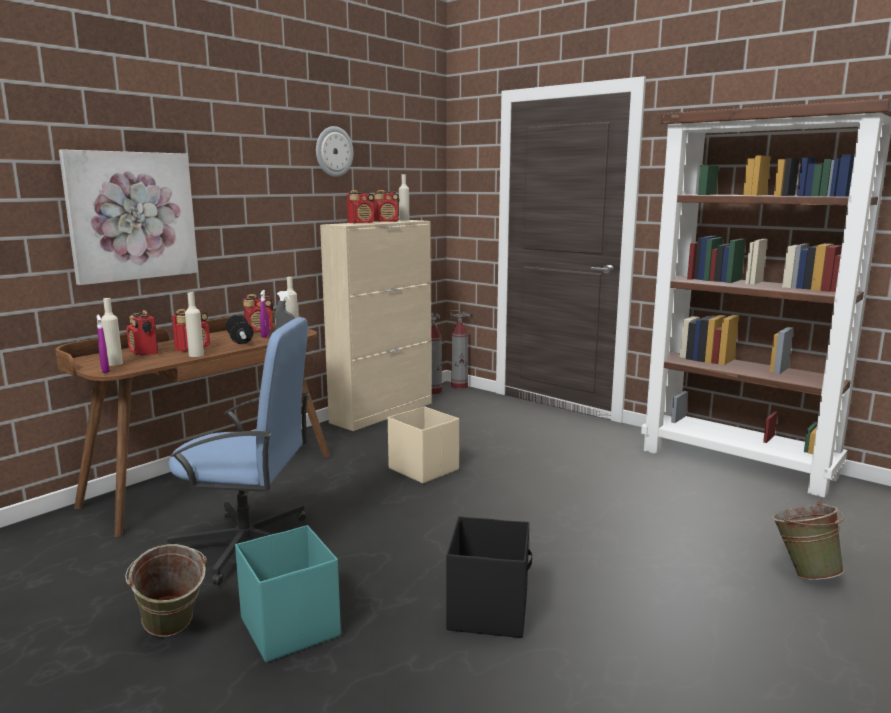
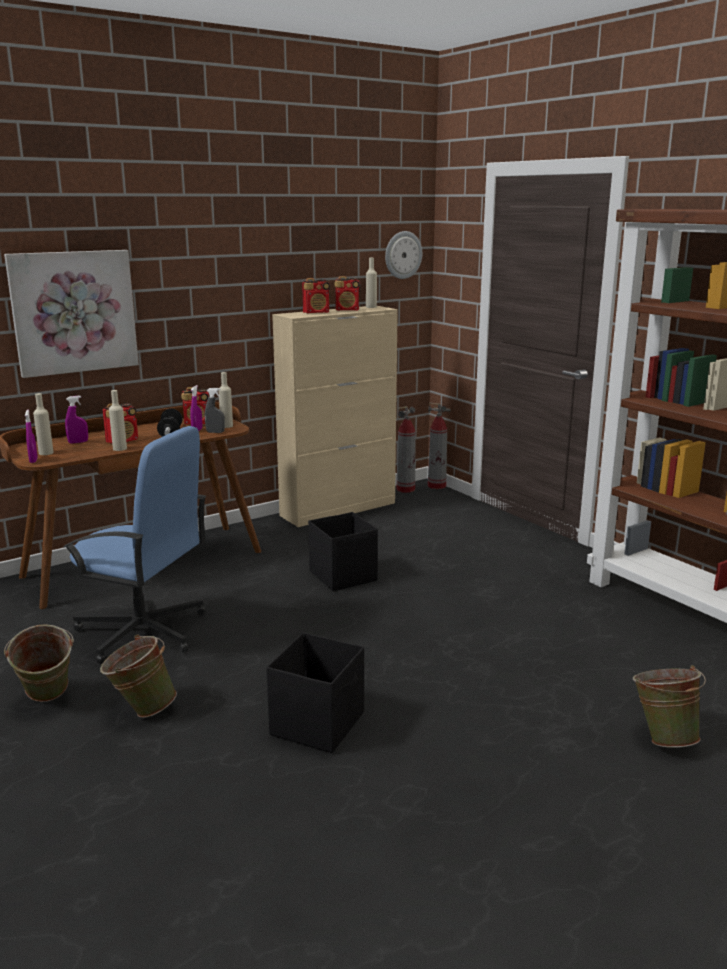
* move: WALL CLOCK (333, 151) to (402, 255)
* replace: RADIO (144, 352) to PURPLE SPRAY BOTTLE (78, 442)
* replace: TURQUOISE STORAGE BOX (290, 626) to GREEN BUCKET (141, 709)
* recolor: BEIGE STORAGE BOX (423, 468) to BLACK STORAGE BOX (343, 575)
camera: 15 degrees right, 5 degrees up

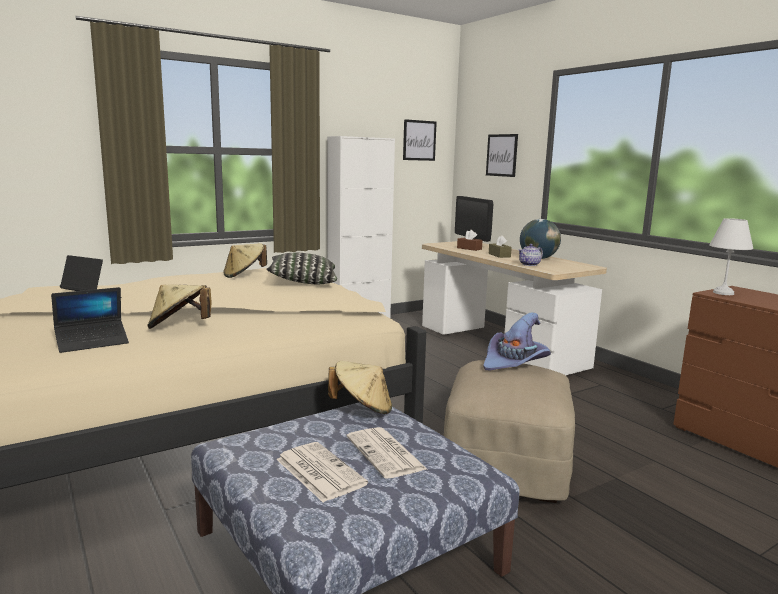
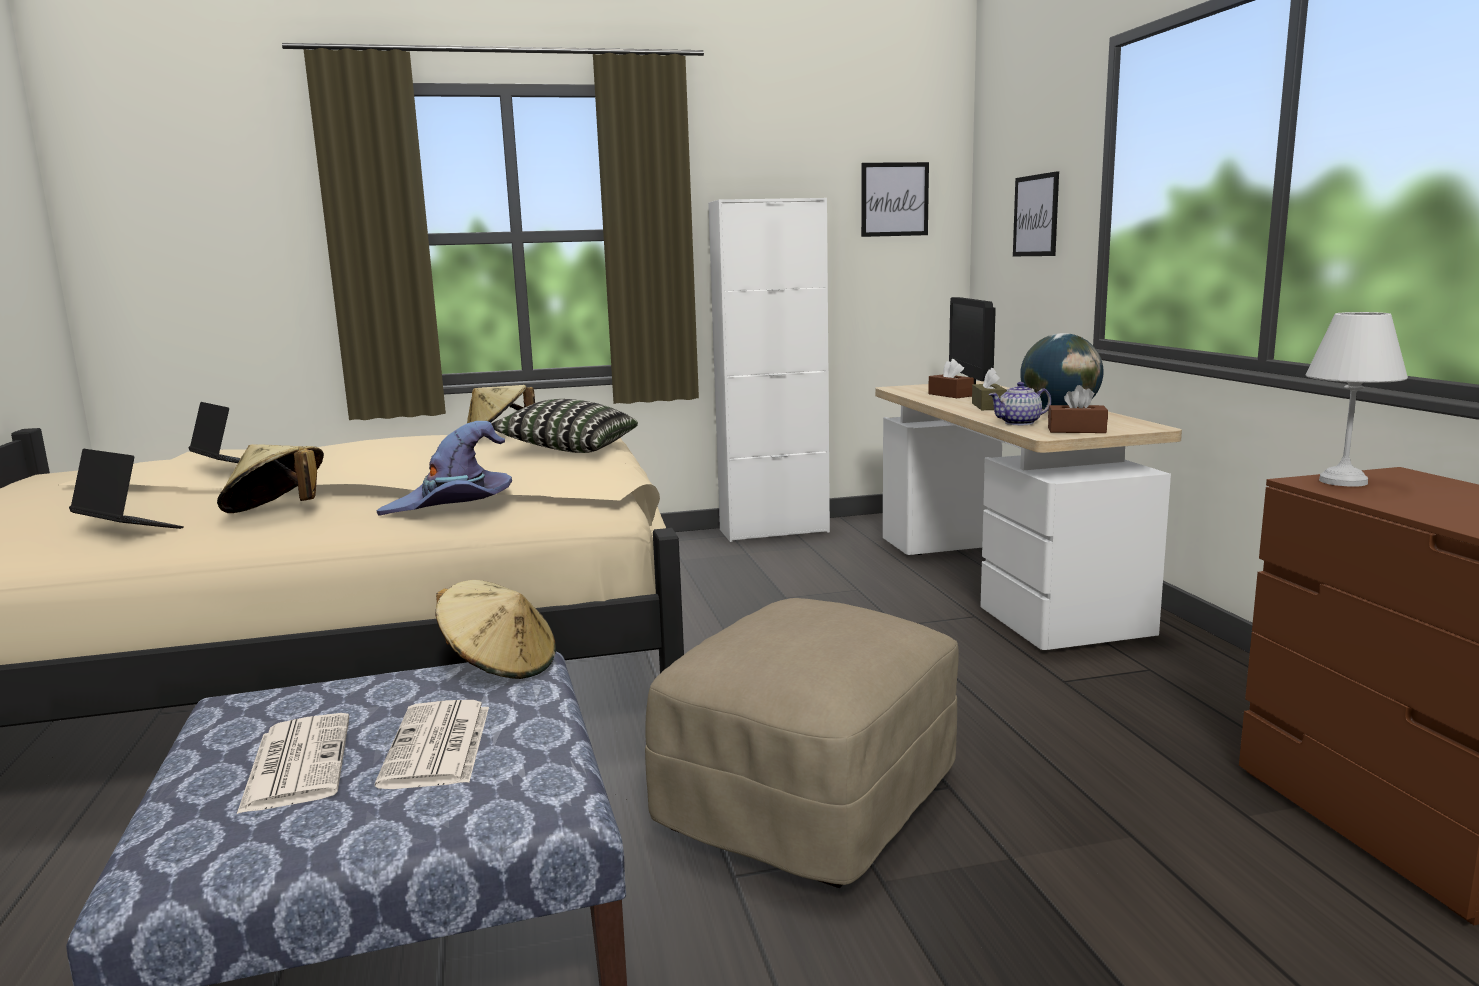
* insert: BROWN TISSUE BOX (1076, 430)
* move: PURPLE HAT (515, 362) to (453, 508)
* rotate: LAPTOP (92, 342) = (128, 530) 135 degrees counterclockwise
camera: 20 degrees right, 0 degrees up

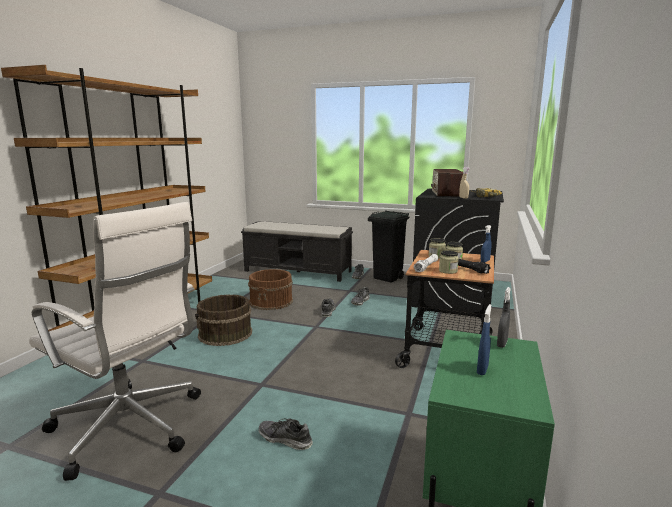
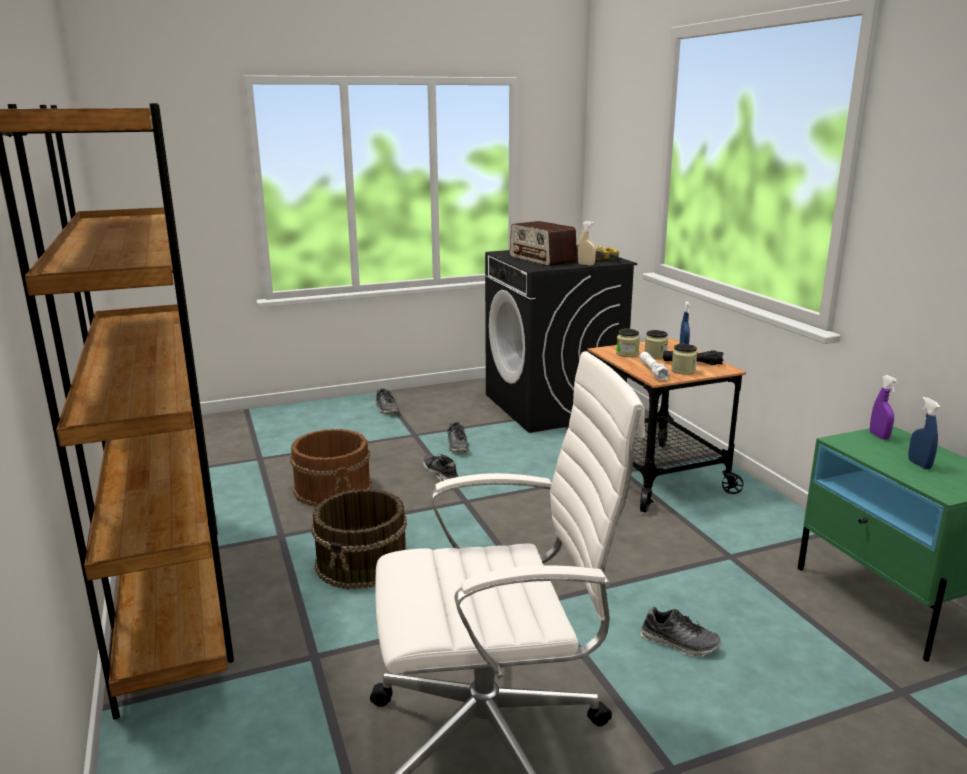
* delete: BLACK BENCH (298, 271)
* delete: BLACK TRASH CAN (388, 278)
* recolor: GREY SPRAY BOTTLE (502, 344) to PURPLE SPRAY BOTTLE (879, 436)
* rotate: SHOE (285, 439) = (679, 643) 135 degrees counterclockwise
camera: 40 degrees left, 5 degrees up

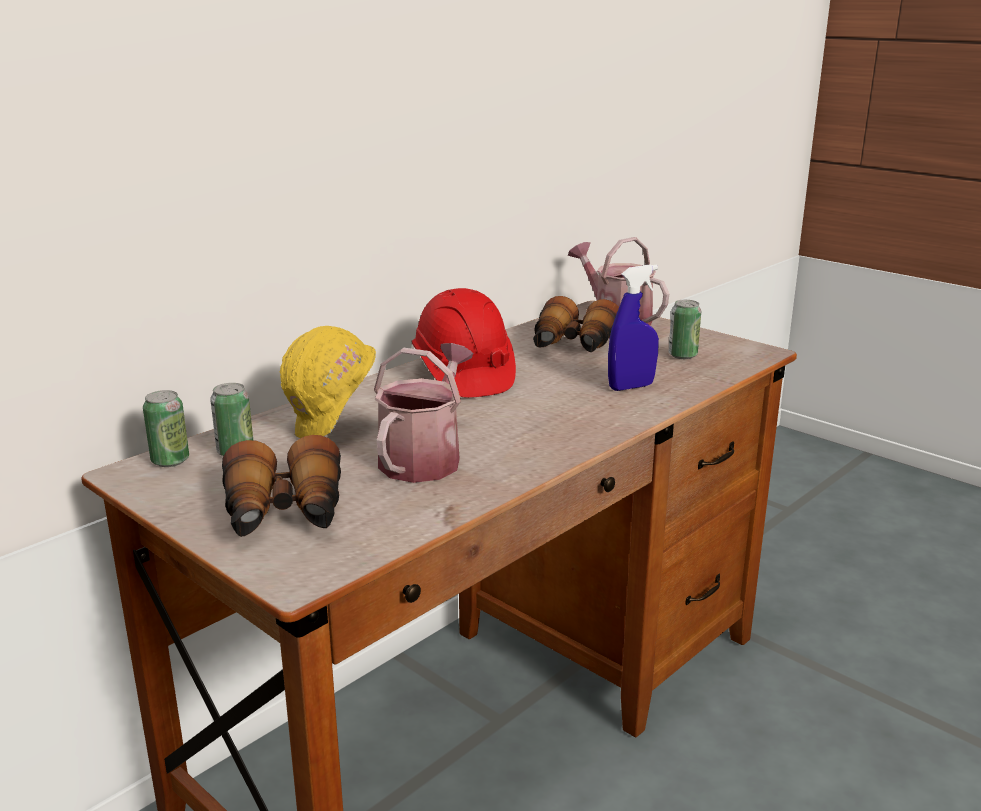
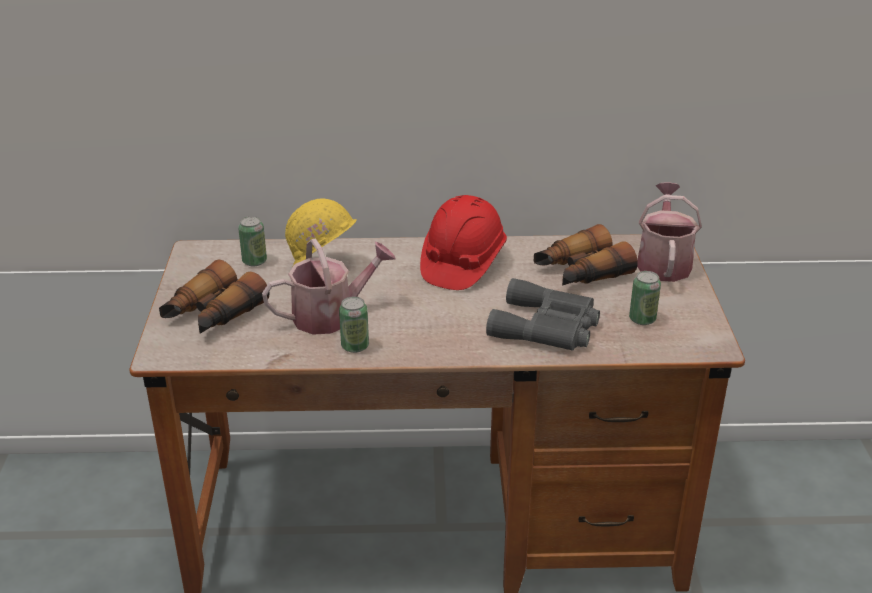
* move: CAN (170, 461) to (355, 346)
* replace: BLUE SPRAY BOTTLE (631, 387) to GREY BINOCULARS (547, 327)
camera: 45 degrees right, 10 degrees up

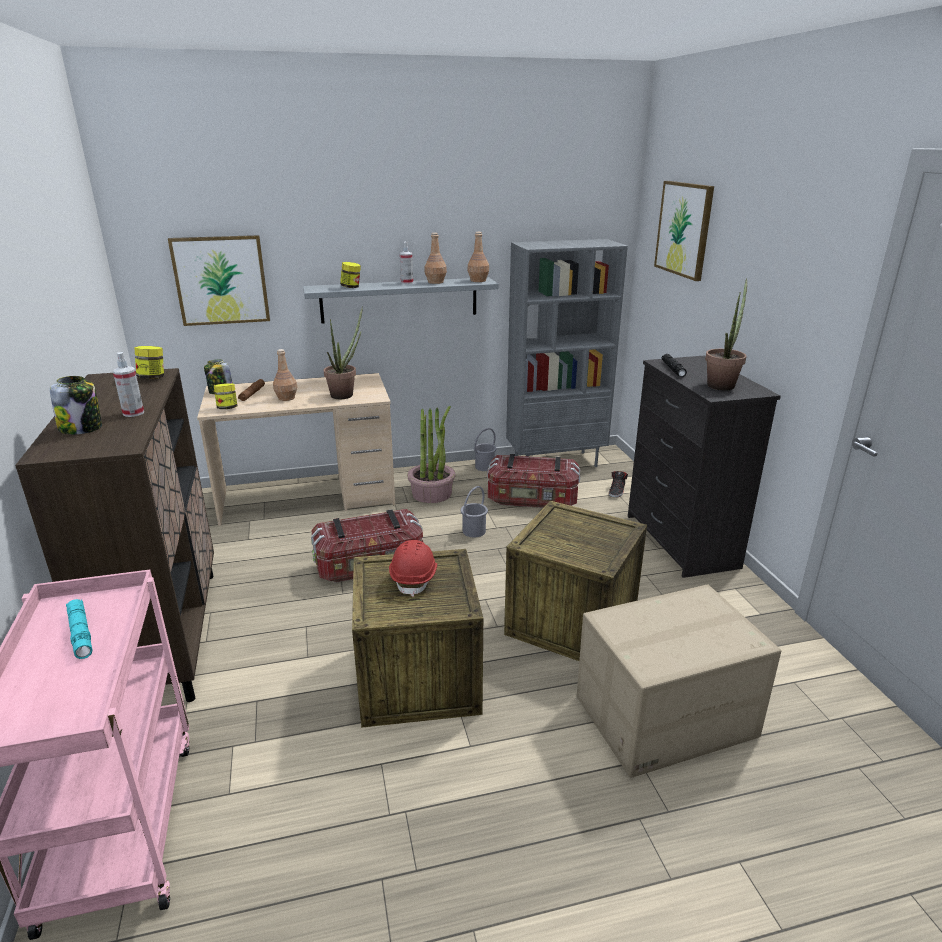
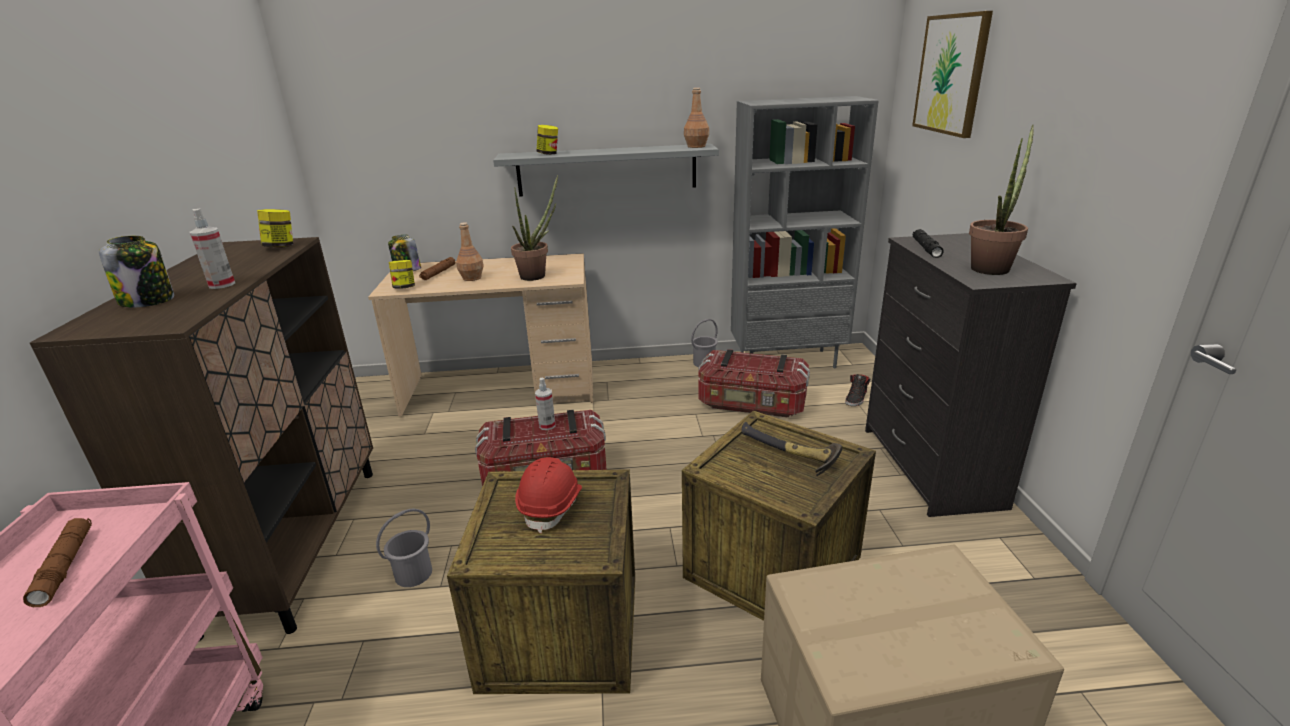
* delete: PICTURE (221, 280)
* delete: POTTED PLANT (432, 493)
* delete: BROWN BOTTLE (436, 282)
* insert: HAMMER (788, 455)
* move: SPRAY BOTTLE (407, 282) to (547, 425)
* move: GREY BUCKET (473, 531) to (413, 573)
* recolor: TURQUOISE FLASHLIGHT (80, 633) to BROWN FLASHLIGHT (64, 566)
camera: 10 degrees right, 0 degrees up

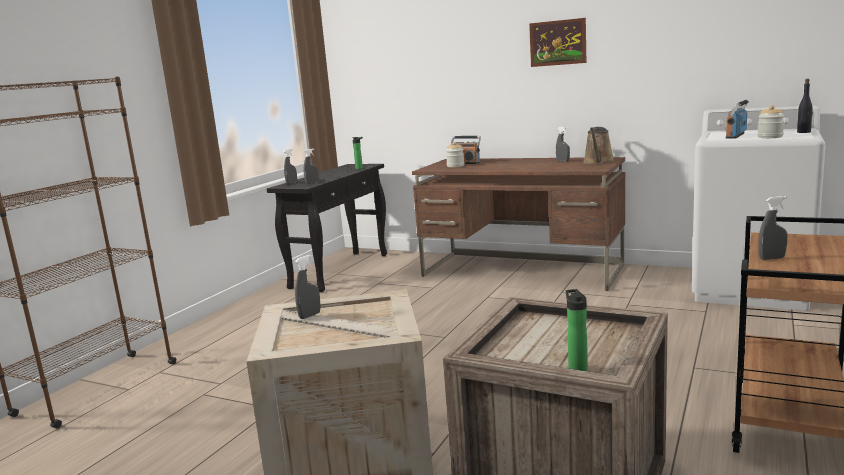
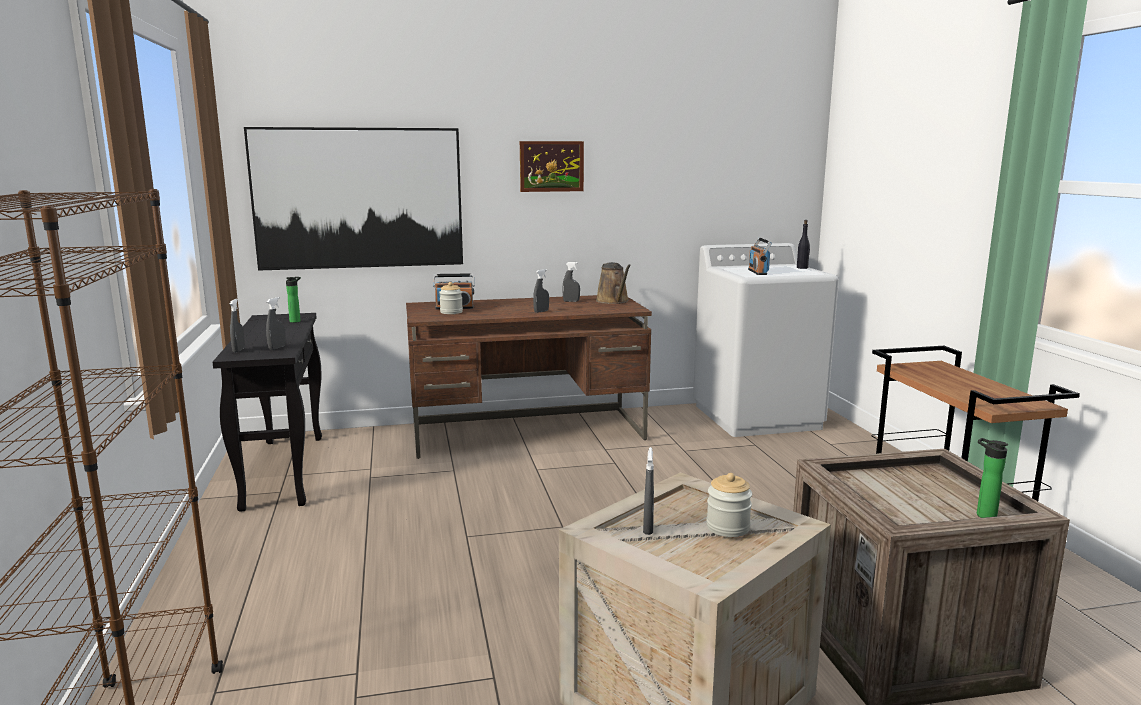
* insert: PICTURE (358, 198)
* move: JAR (770, 137) to (728, 527)
* move: GREY SPRAY BOTTLE (772, 258) to (541, 311)
camera: 40 degrees left, 0 degrees up

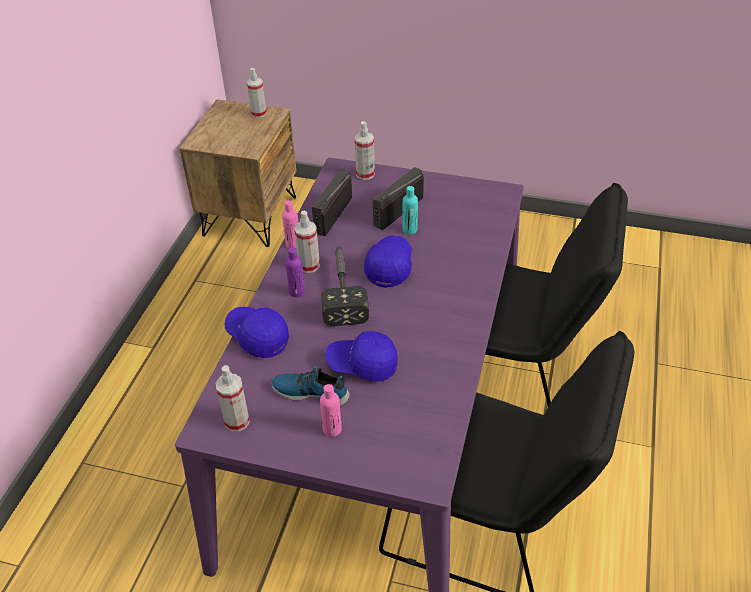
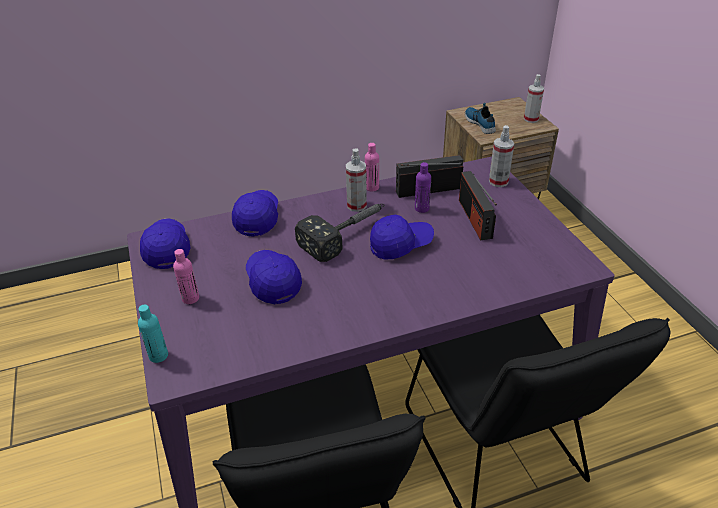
* move: SHOE (311, 391) to (480, 123)
* move: PURPLE BOTTLE (297, 292) to (422, 208)
* move: TURQUOISE BOTTLE (409, 230) to (158, 356)
* replace: SPRAY BOTTLE (237, 421) to BLUE CAP (166, 249)
* rotate: RADIO (398, 211) = (475, 219) 105 degrees counterclockwise
camera: 55 degrees right, 5 degrees down

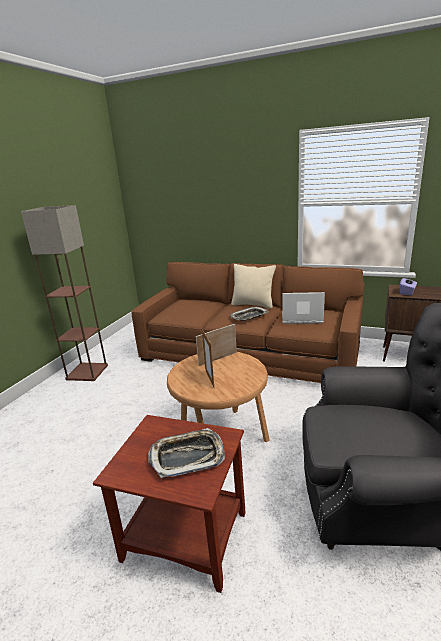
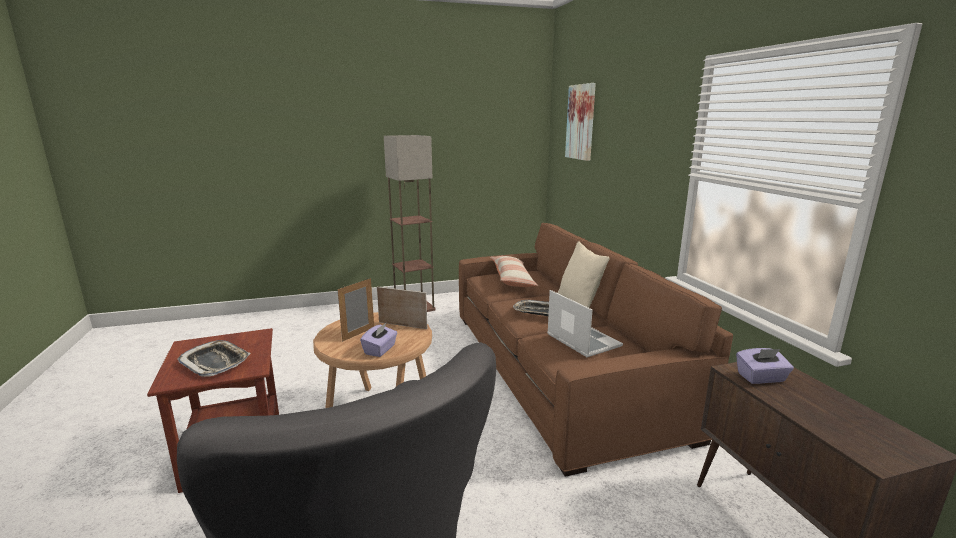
* insert: PURPLE TISSUE BOX (380, 350)
* insert: PILLOW (512, 279)
* insert: PICTURE (581, 122)
camera: 50 degrees right, 5 degrees down

